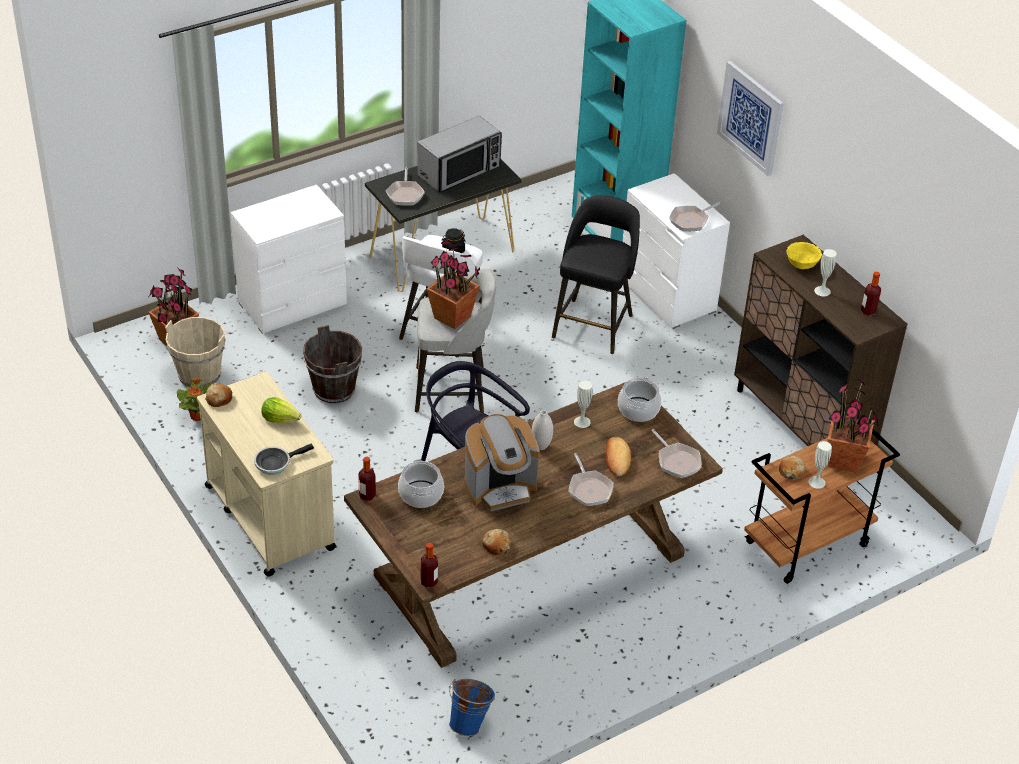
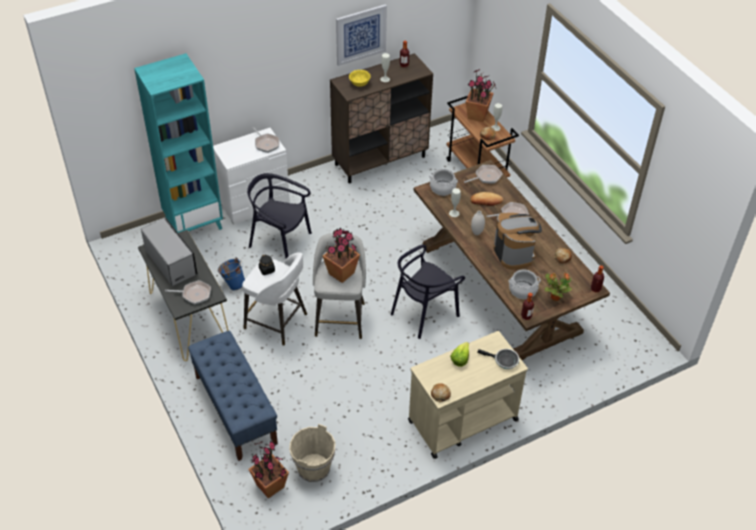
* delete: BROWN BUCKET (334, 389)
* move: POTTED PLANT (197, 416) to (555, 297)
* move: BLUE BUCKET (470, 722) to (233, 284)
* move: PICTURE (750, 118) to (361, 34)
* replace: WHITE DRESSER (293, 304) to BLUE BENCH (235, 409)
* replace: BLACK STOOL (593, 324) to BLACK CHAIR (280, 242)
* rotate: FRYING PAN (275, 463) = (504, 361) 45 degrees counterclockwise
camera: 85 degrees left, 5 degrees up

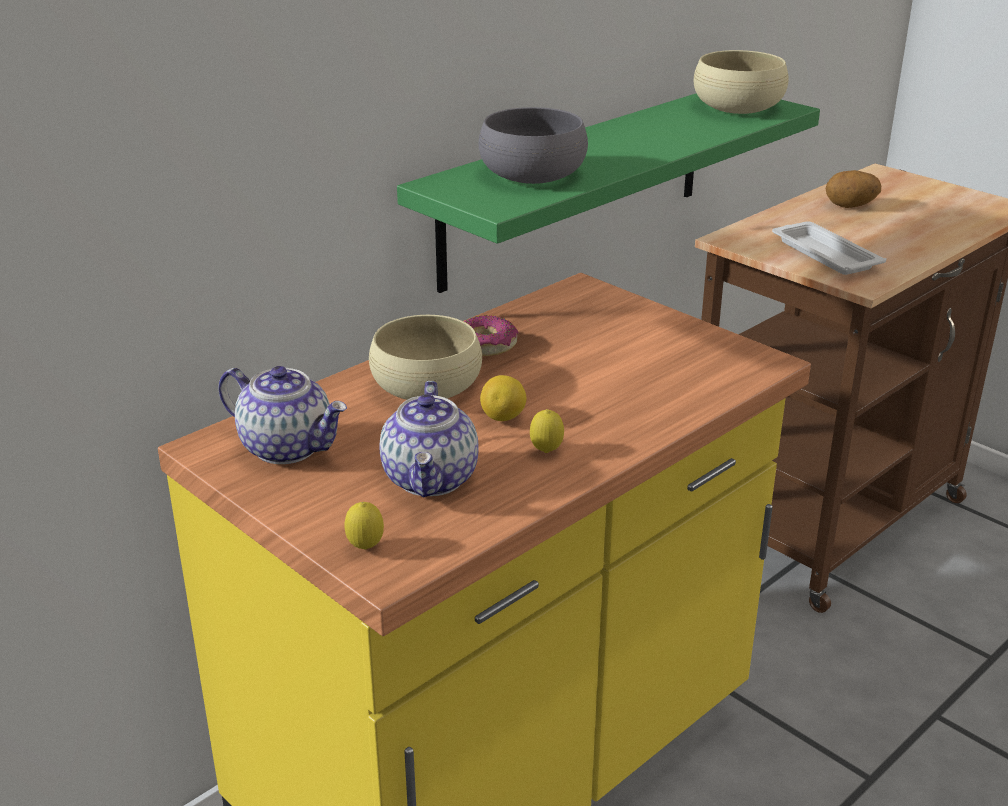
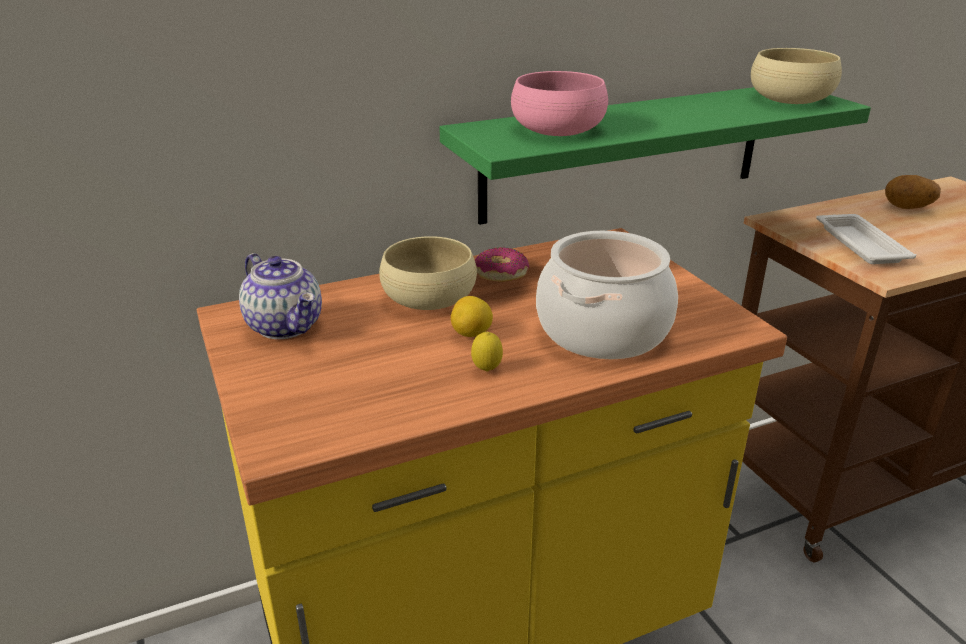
* delete: LEMON (365, 548)
* delete: TEAPOT (431, 479)
* insert: COOKING POT (602, 330)
* recolor: GREY BOWL (532, 174) to PINK BOWL (557, 129)
camera: 20 degrees right, 0 degrees up

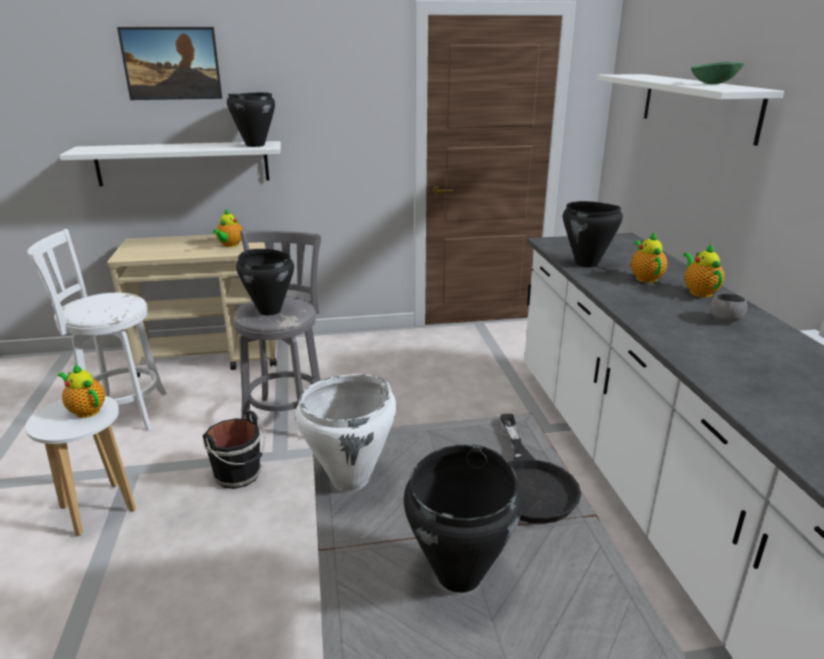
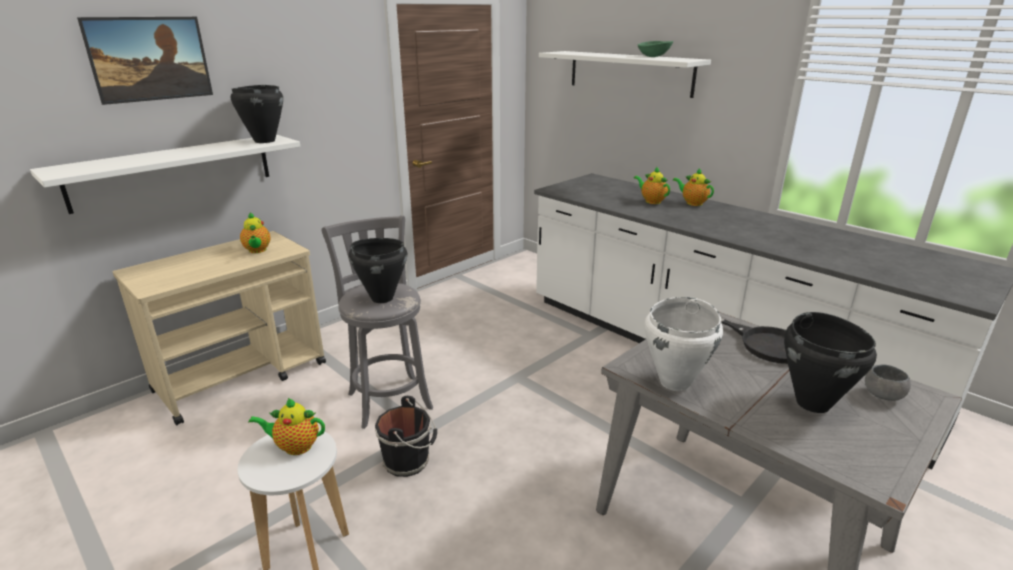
* delete: WHITE STOOL (121, 413)
* delete: BLACK COOKING POT (586, 264)
* move: GREY BOWL (725, 319) to (883, 395)
camera: 35 degrees left, 0 degrees up

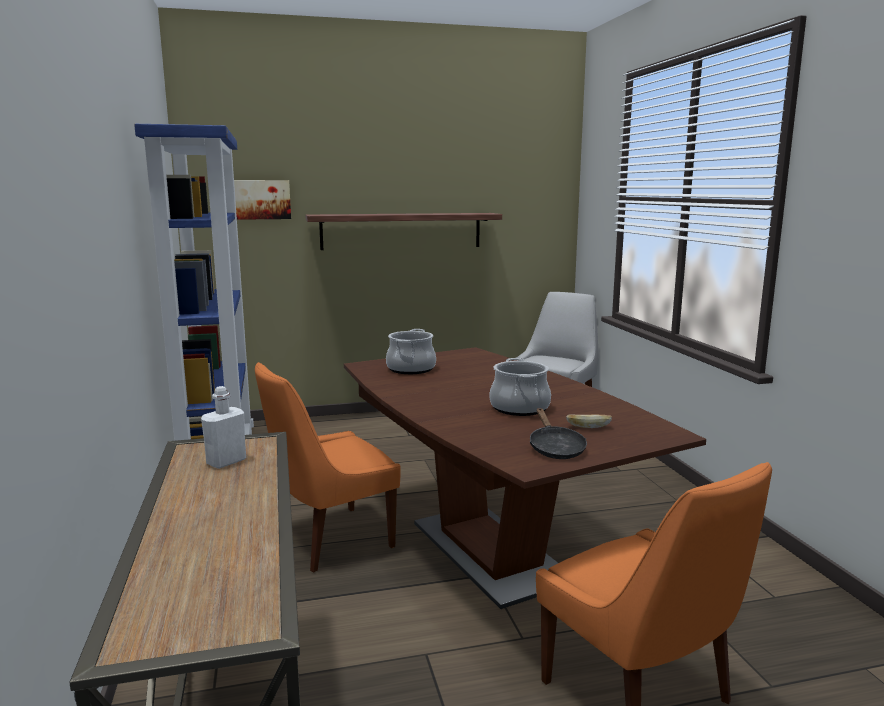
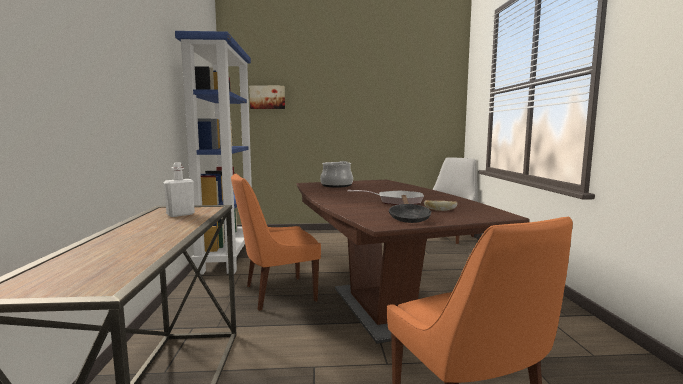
* delete: SHELF (401, 231)
* replace: COOKING POT (519, 408) to FRYING PAN (396, 201)
camera: 10 degrees right, 5 degrees down

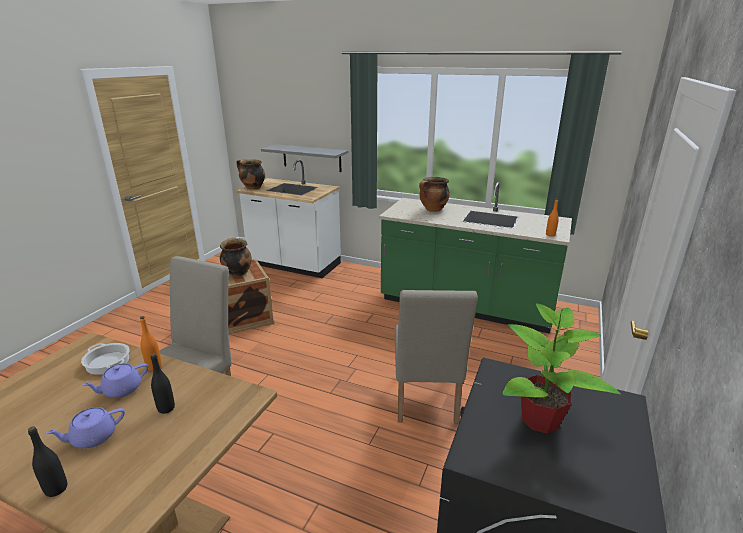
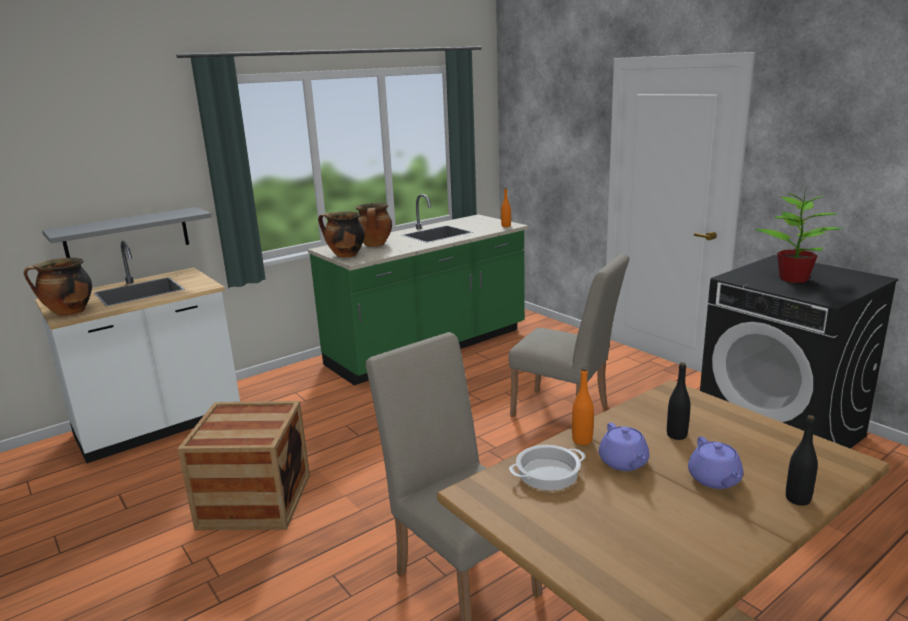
* move: COOKING POT (237, 273) to (345, 255)
camera: 60 degrees left, 5 degrees down

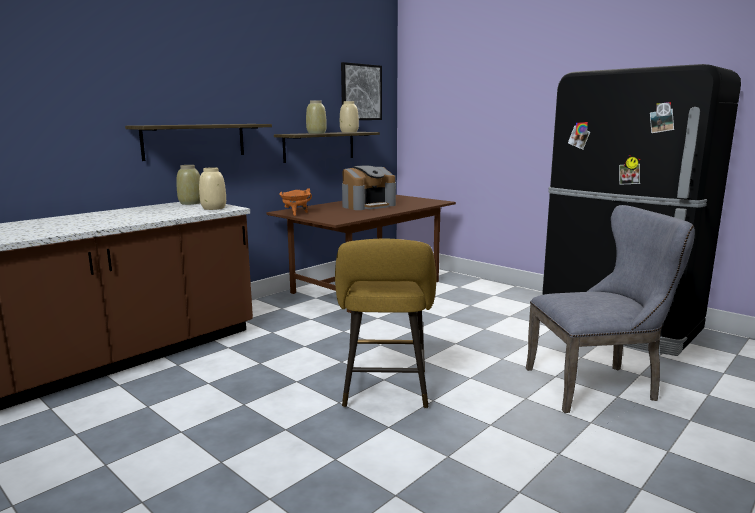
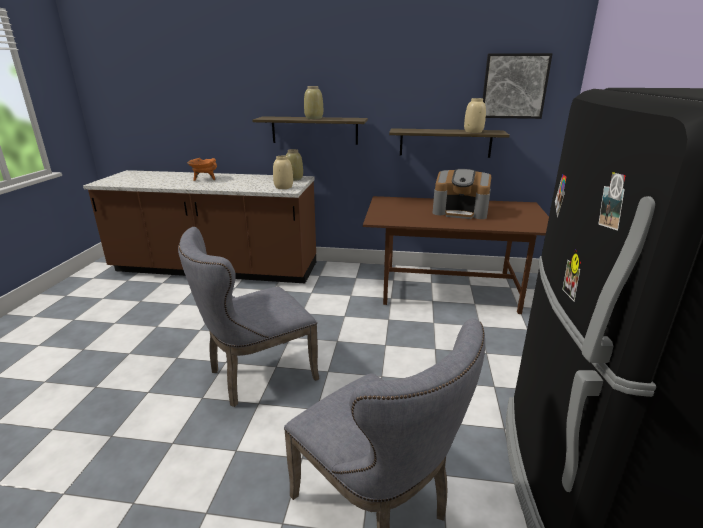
* move: ORANGE COOKING POT (295, 214) to (204, 179)
* move: BEIGE VASE (316, 133) to (314, 118)
* replace: YELLOW STOOL (385, 392) to GREY CHAIR (256, 375)
camera: 55 degrees right, 10 degrees up

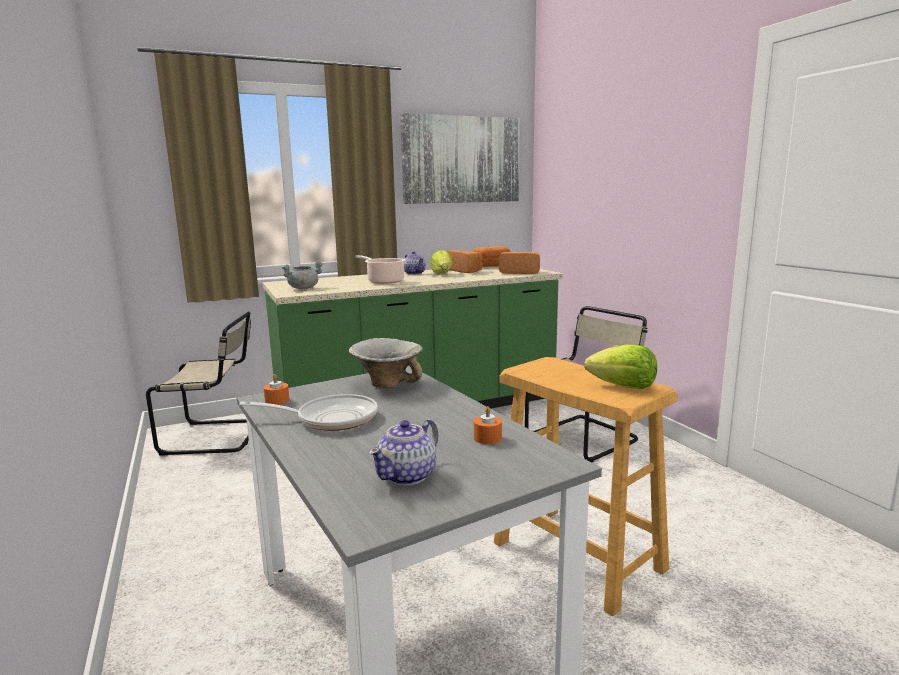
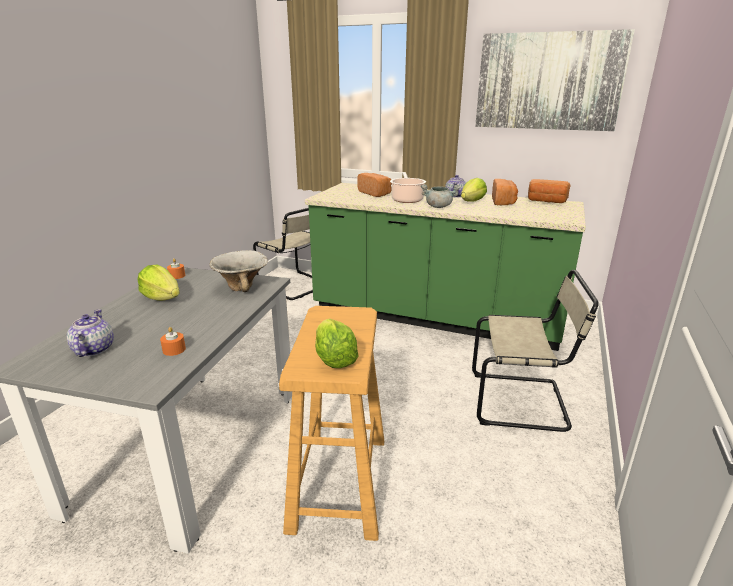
* move: GREY COOKING POT (303, 288) to (439, 207)
* move: BREAD (519, 272) to (375, 193)
* replace: FRYING PAN (330, 418) to LETTUCE (162, 298)
* rotate: TEAPOT (408, 475) = (93, 350) 90 degrees clockwise
camera: 45 degrees right, 10 degrees up

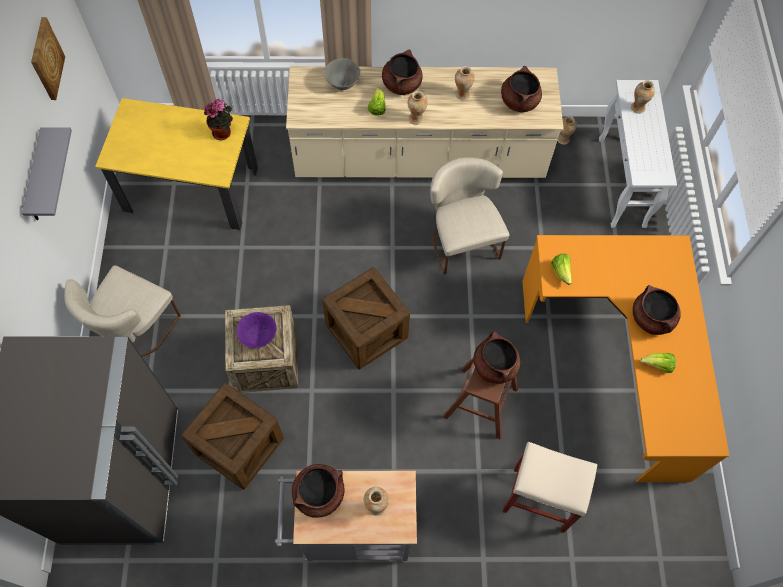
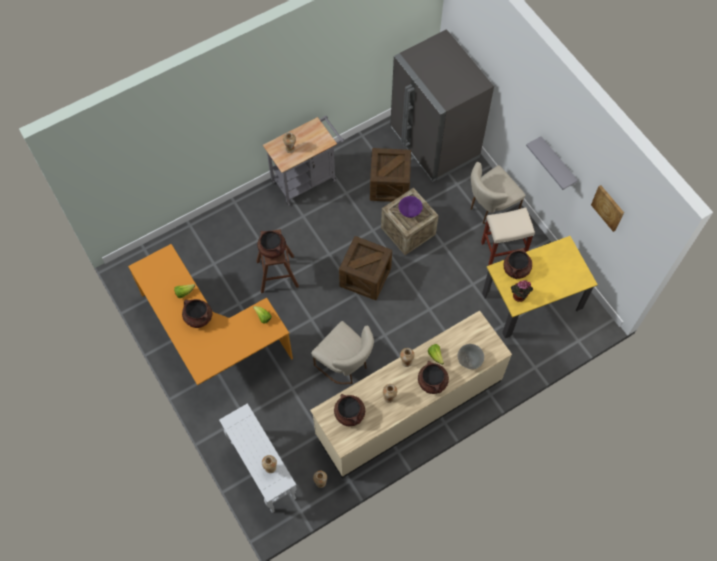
* move: BROWN COOKING POT (319, 494) to (516, 269)
* move: BEIGE STOOL (537, 499) to (503, 250)
* rotate: BEIGE CHAIR (135, 330) = (490, 208) 120 degrees counterclockwise
camera: 150 degrees right, 0 degrees up

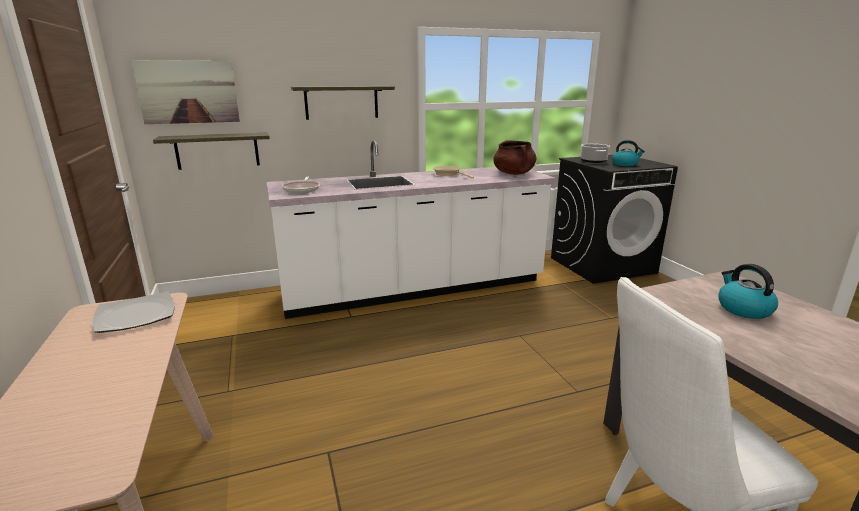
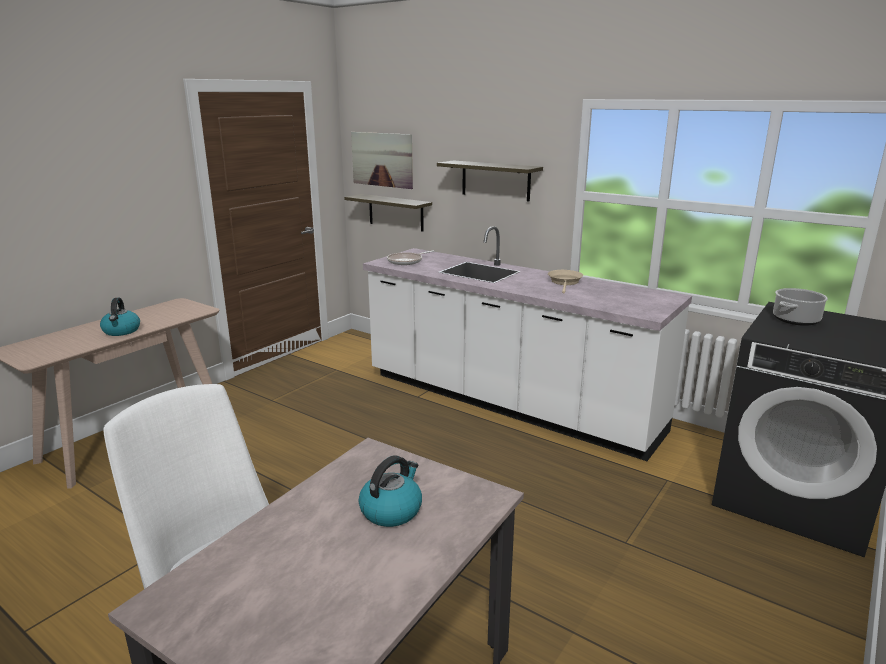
* delete: PLATE (135, 315)
* delete: BROWN COOKING POT (514, 173)
* move: KETTLE (625, 164) to (121, 331)
camera: 55 degrees right, 0 degrees up

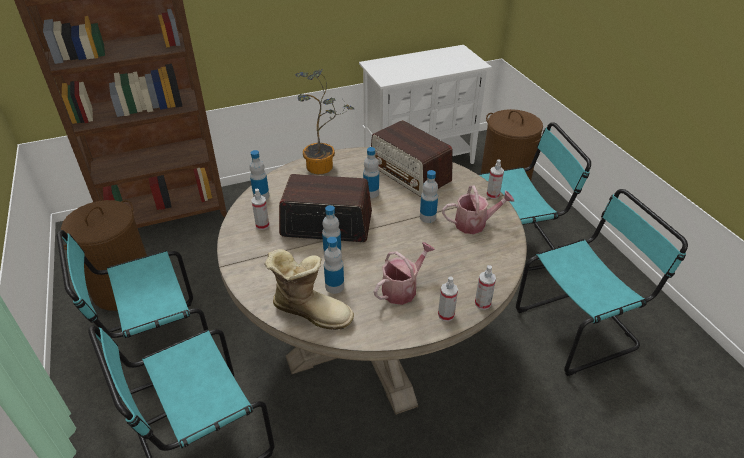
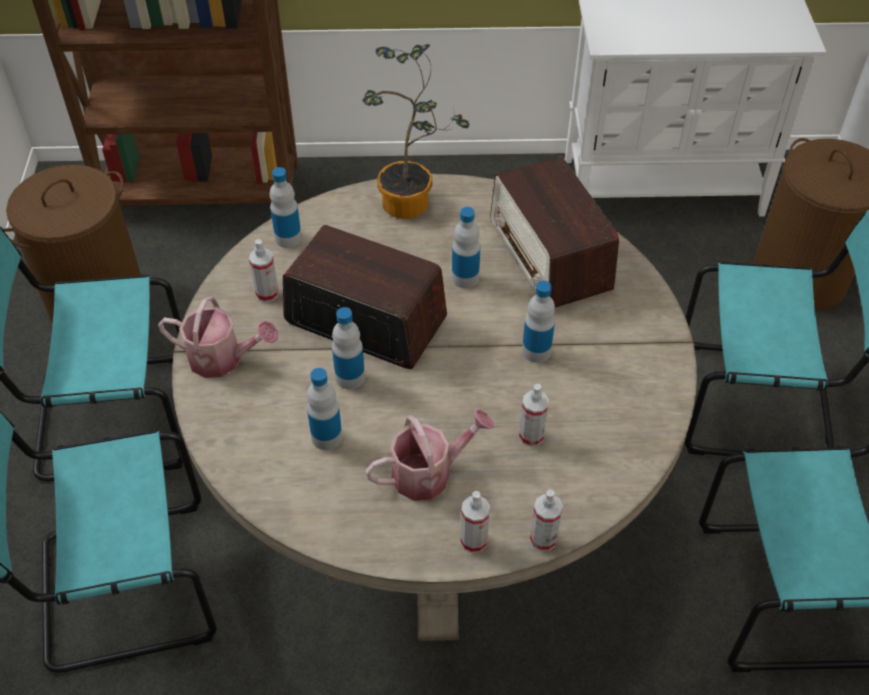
* delete: BOOT (311, 310)
* move: WATERING CAN (474, 223) to (223, 359)
* move: SPRAY BOTTLE (493, 195) to (531, 436)
camera: 20 degrees right, 10 degrees up

